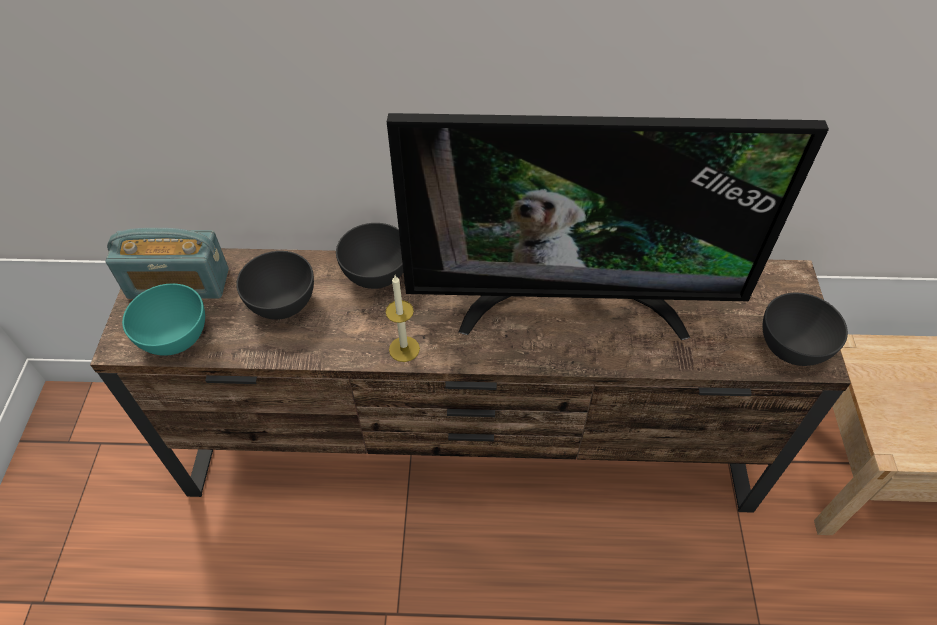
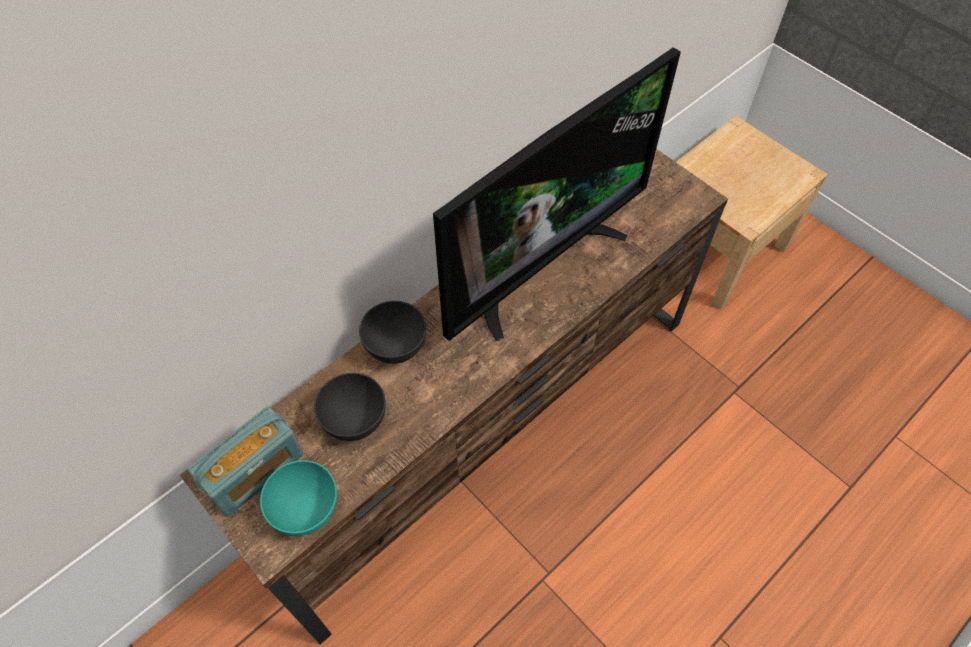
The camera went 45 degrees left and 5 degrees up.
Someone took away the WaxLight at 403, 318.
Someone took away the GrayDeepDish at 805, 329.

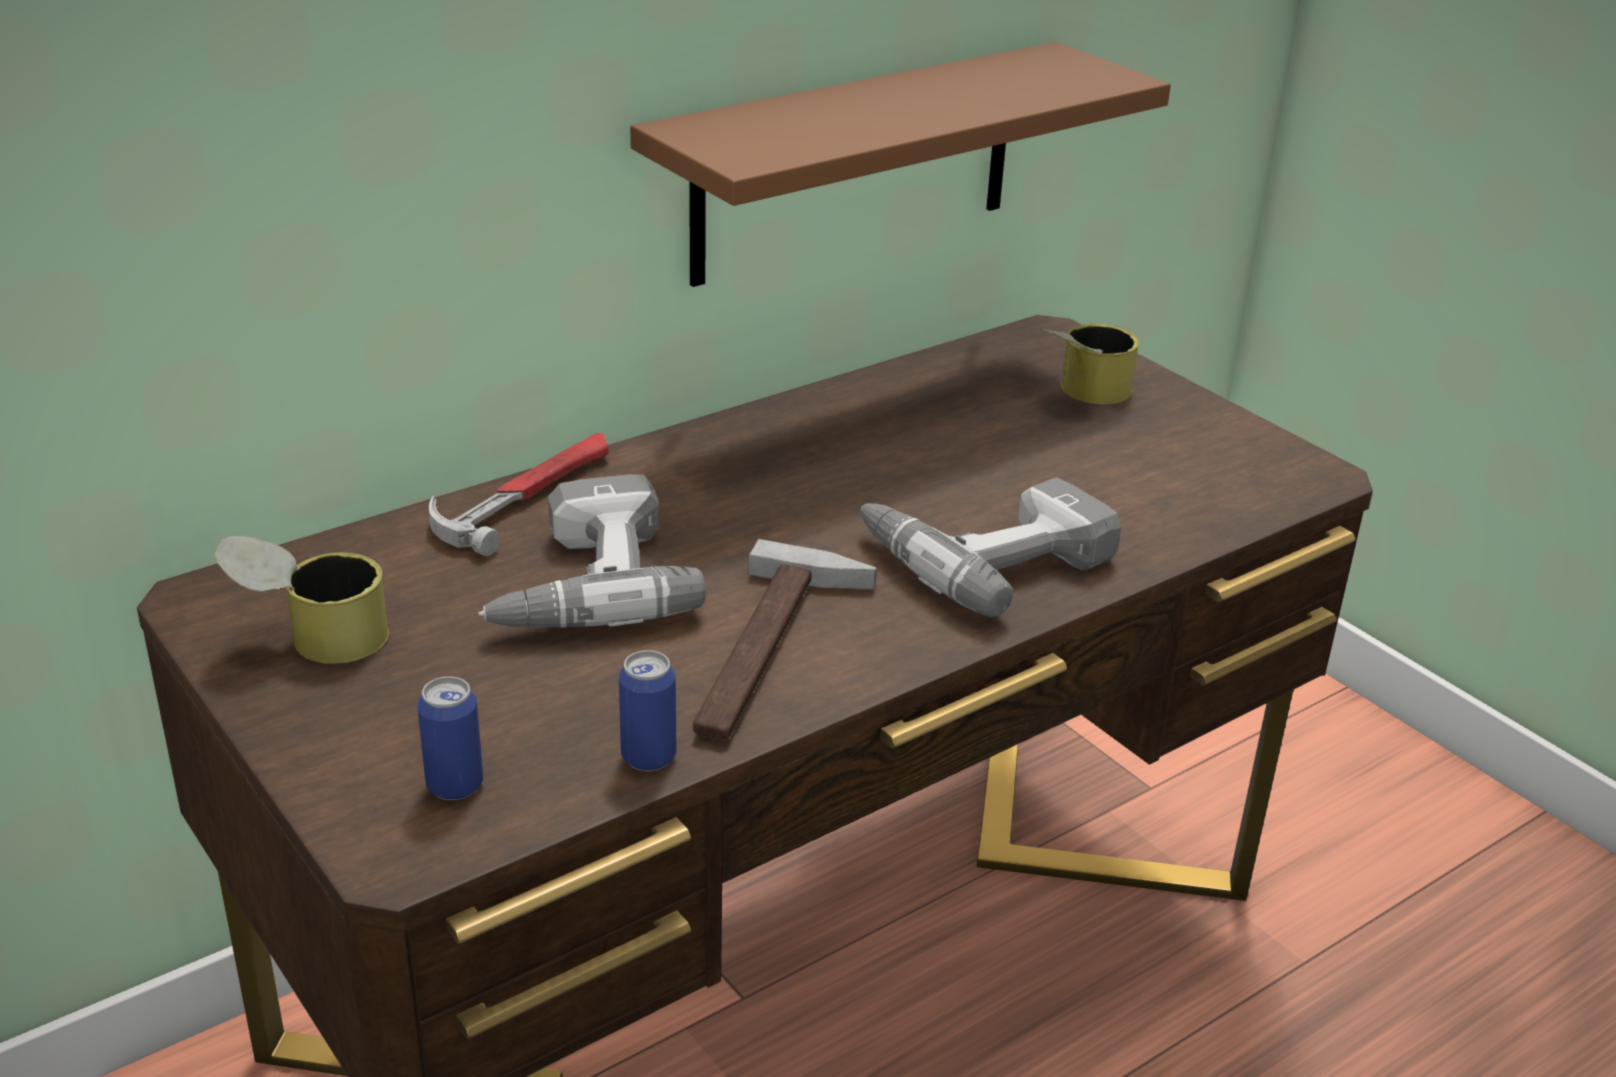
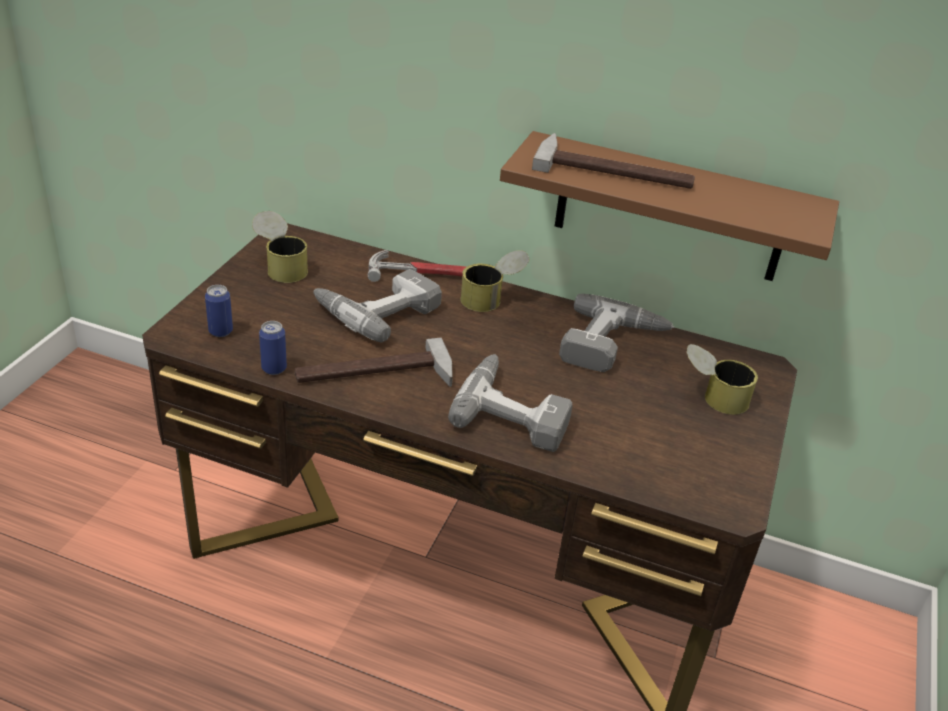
The camera went 55 degrees right and 5 degrees up.
Someone put down the Hammer at 613, 161.
Someone put down the MetalCan at 494, 281.
Someone put down the ElectricDrill at 616, 333.

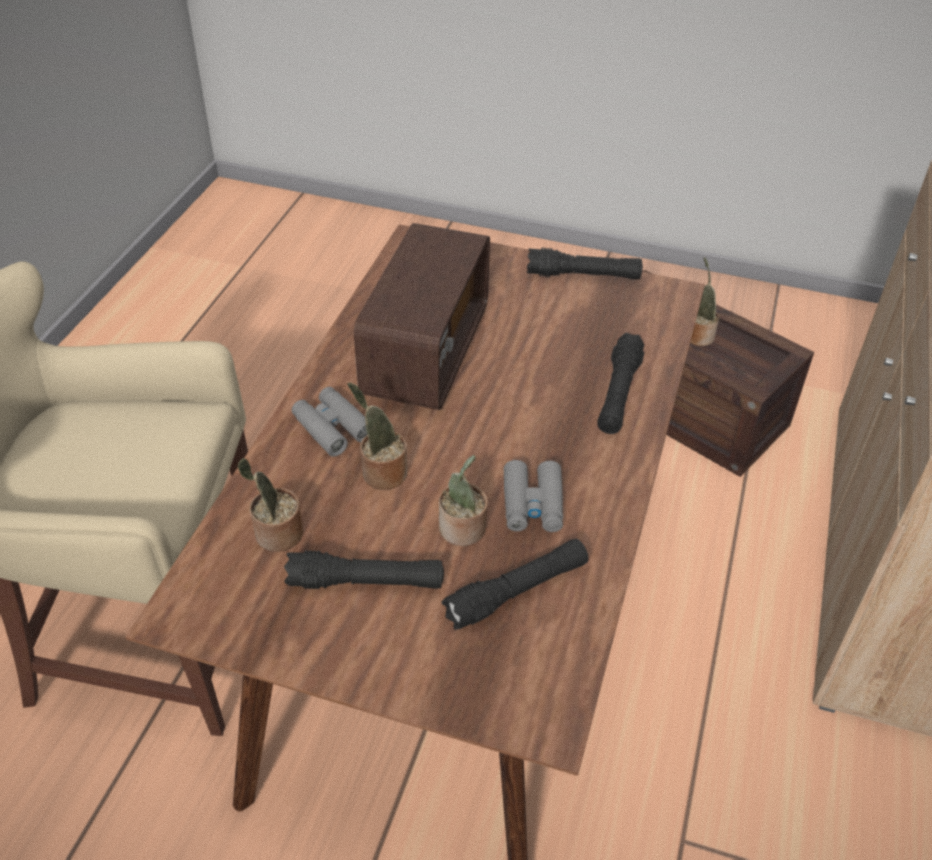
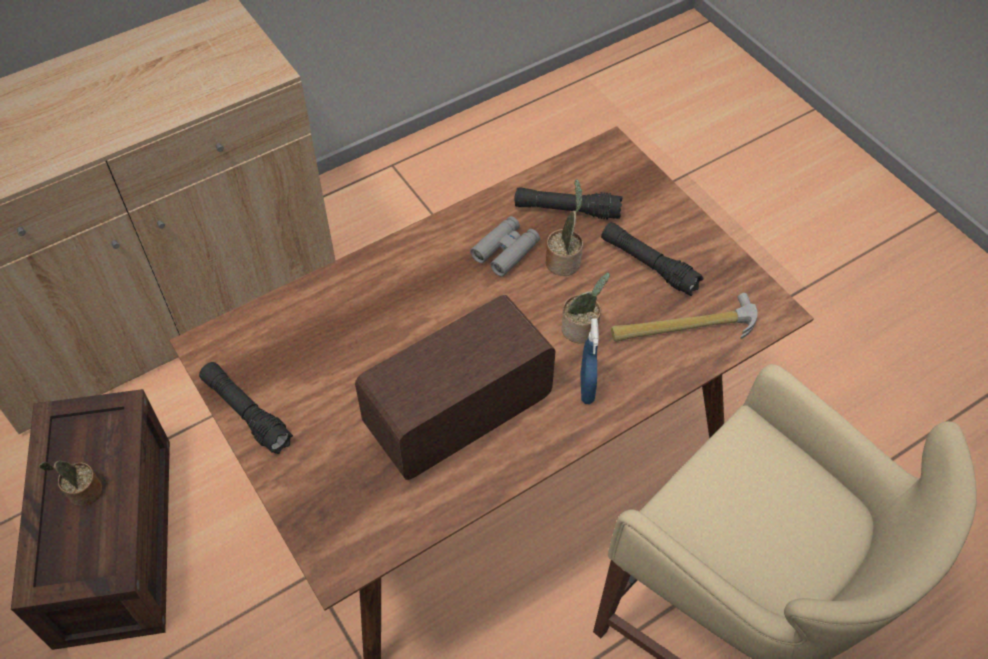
The camera went 140 degrees left and 10 degrees up.
Someone took away the BlackFlashlight at 620, 383.
Someone swapped the GrayPairOfBinoculars at 329, 422 for the BluishSprayBottle at 589, 361.
Someone swapped the Houseplant at 270, 505 for the Hammer at 684, 317.

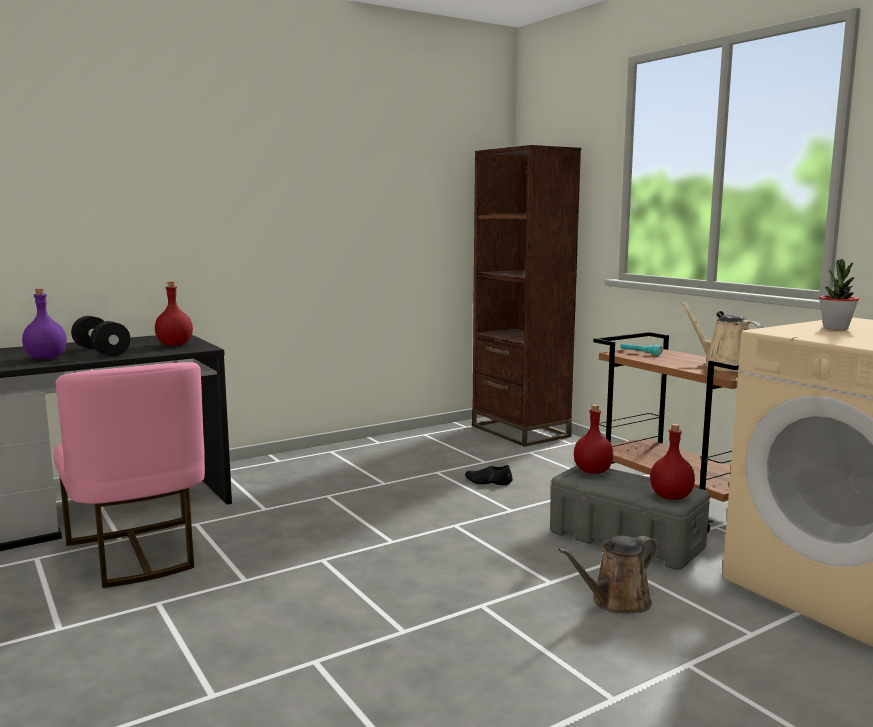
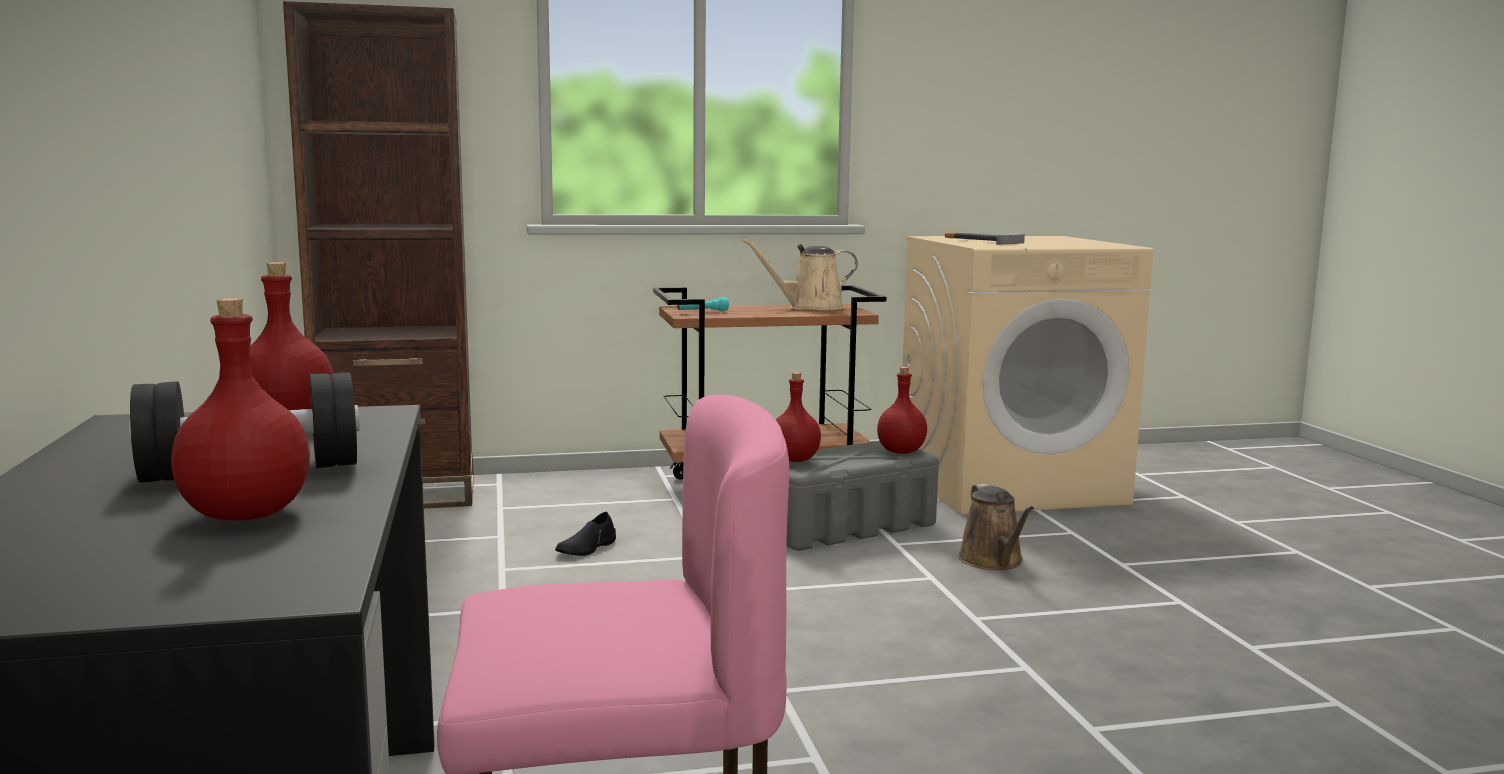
The camera went 70 degrees left and 0 degrees up.
Someone swapped the Houseplant at 839, 294 for the Hammer at 985, 238.
Someone repainted the PurplishBeverageBottle at 44, 324, which became the RedBeverageBottle at 240, 409.

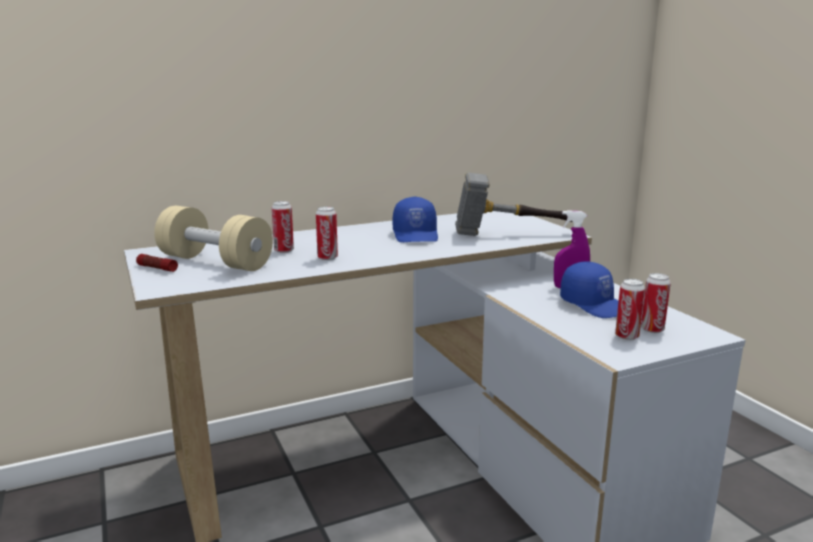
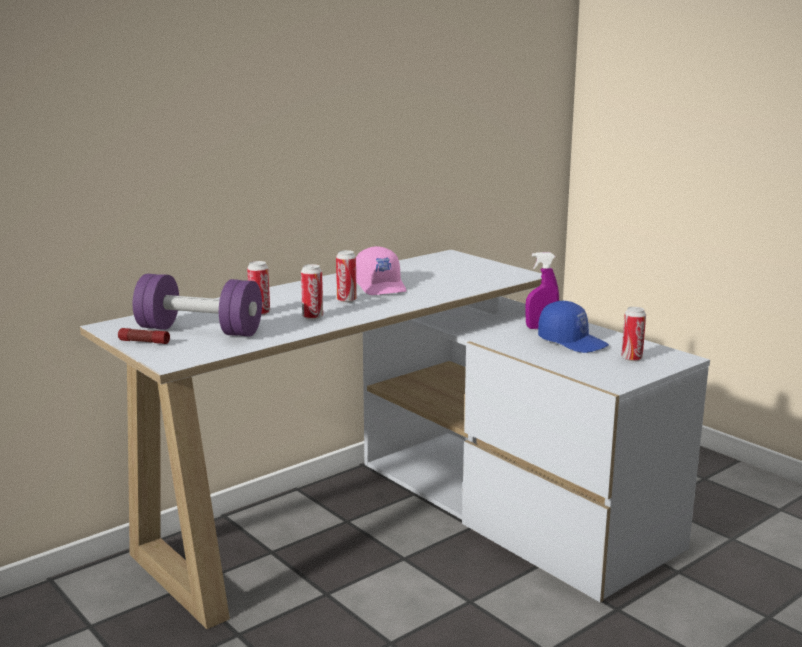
The camera went 15 degrees left and 0 degrees up.
Someone took away the Hammer at 514, 204.
Someone repainted the BluishCap at 415, 219, which became the PinkColouredCap at 381, 270.
Someone repainted the BeigeColouredFreeWeight at 213, 238, which became the PurplishFreeWeight at 197, 305.
Someone carried the MetalCan from 630, 309 to 346, 276.

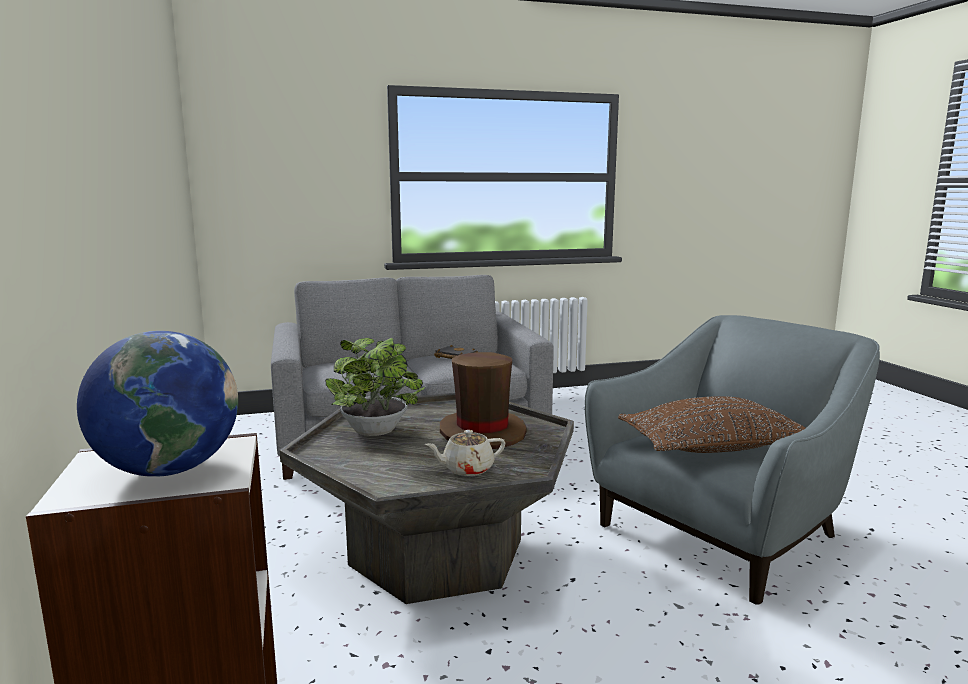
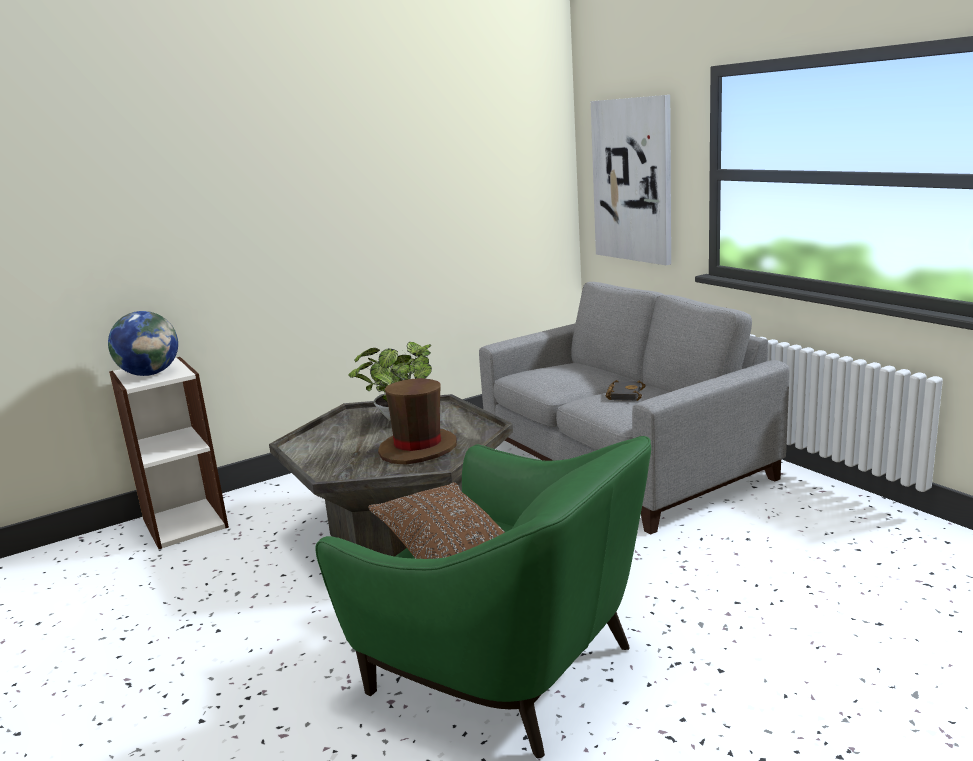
The camera went 75 degrees right and 5 degrees up.
Someone repainted the GrayEasyChair at 732, 460, which became the GreenishEasyChair at 483, 597.
Someone took away the BeigeColouredTeapot at 465, 453.
Someone put up the WallArt at 631, 180.

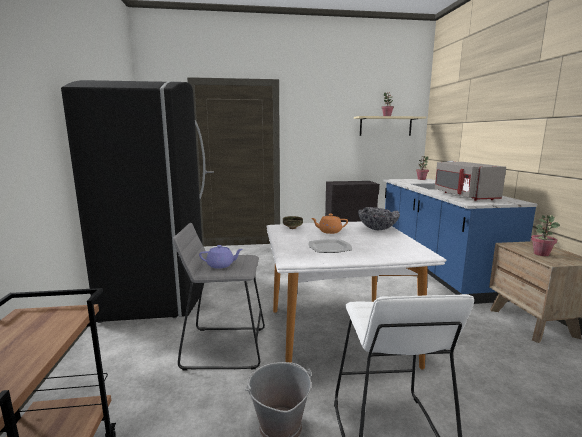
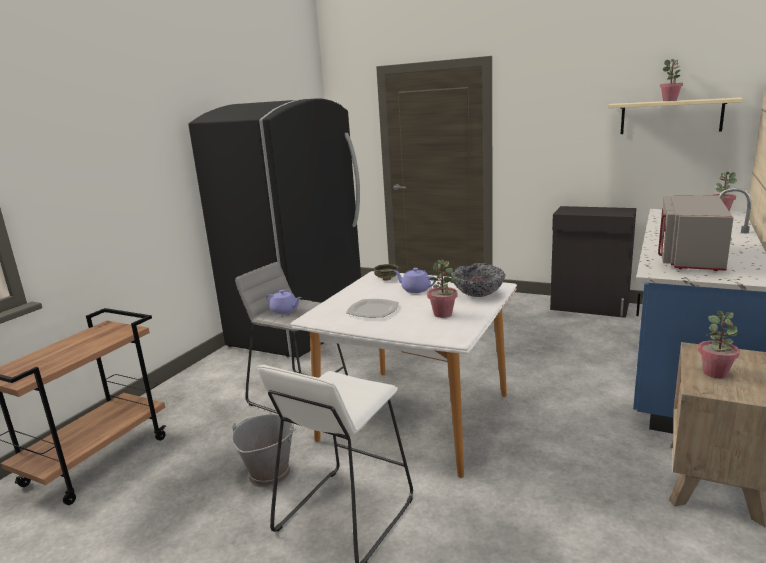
The camera went 35 degrees right and 5 degrees up.
Someone repainted the OrangeColouredTeapot at 329, 224, which became the PurplishTeapot at 414, 280.
Someone put down the Houseplant at 442, 289.

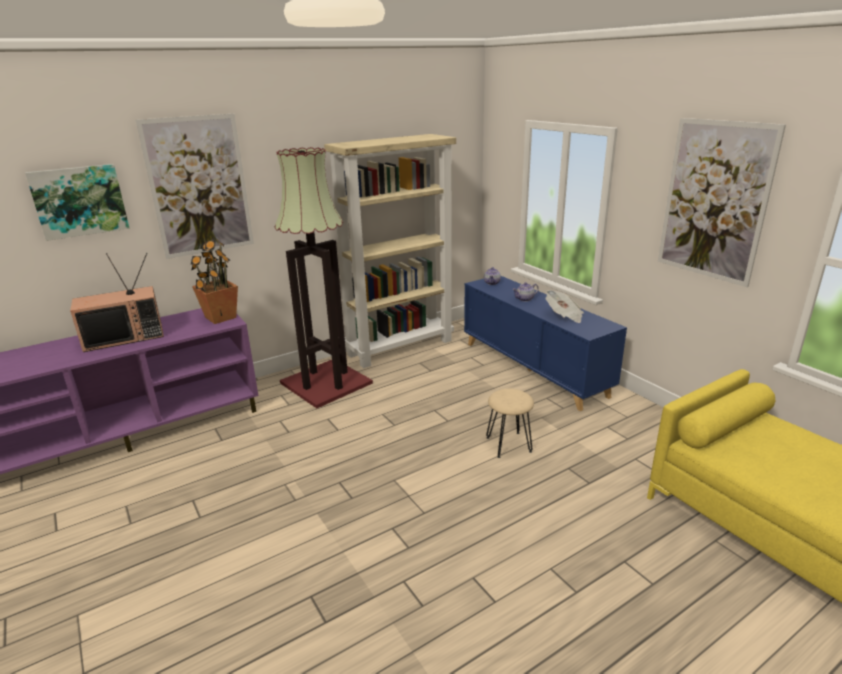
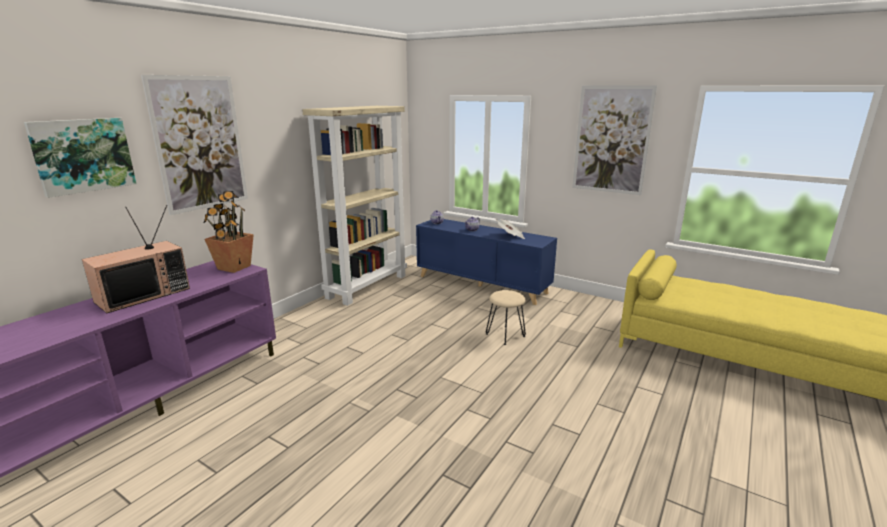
The camera went 25 degrees left and 5 degrees down.
Someone took away the StandardLamp at 324, 277.

